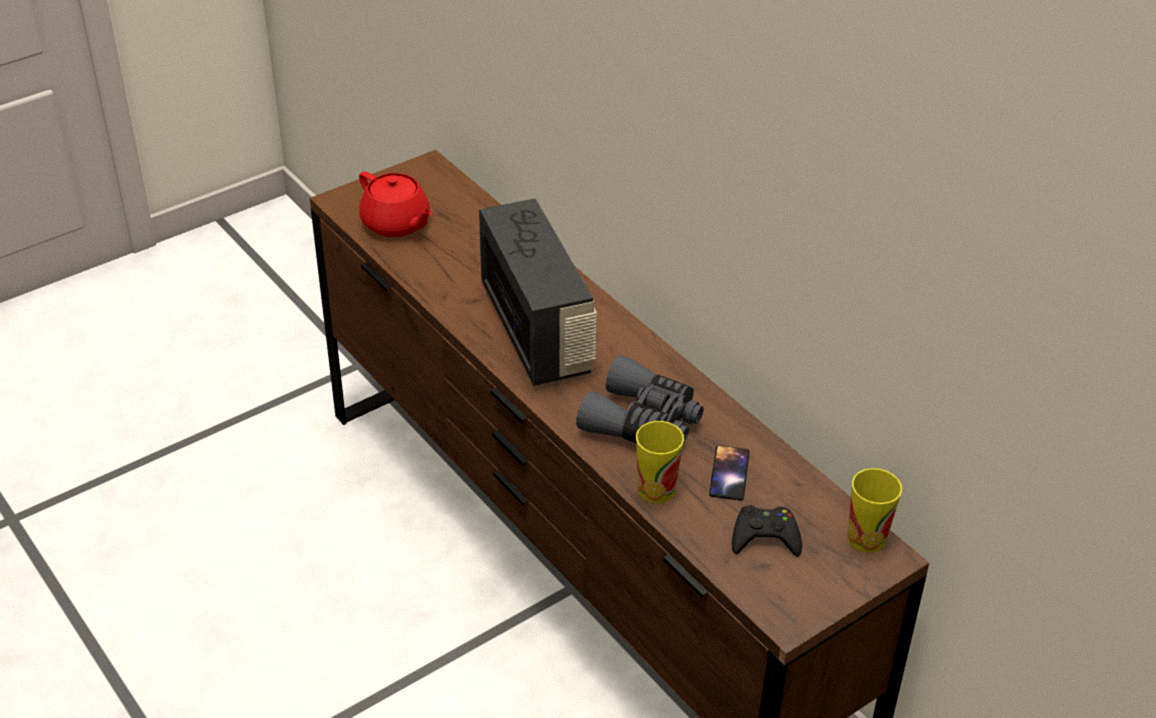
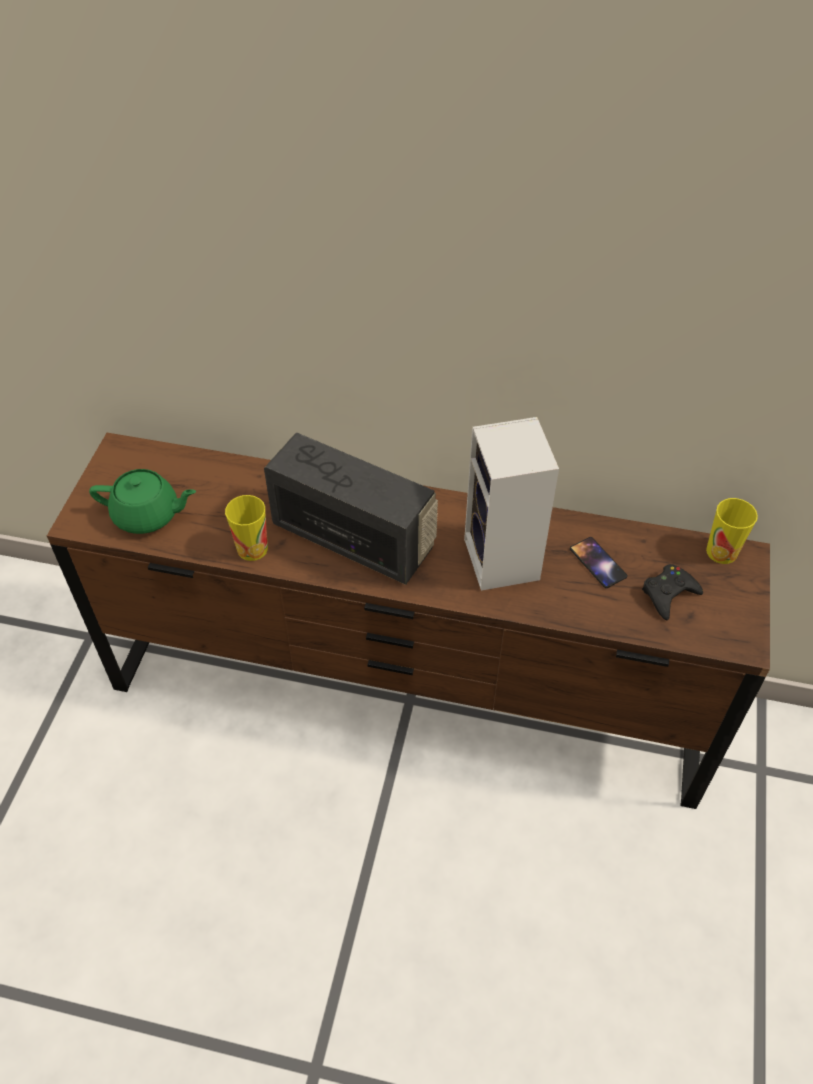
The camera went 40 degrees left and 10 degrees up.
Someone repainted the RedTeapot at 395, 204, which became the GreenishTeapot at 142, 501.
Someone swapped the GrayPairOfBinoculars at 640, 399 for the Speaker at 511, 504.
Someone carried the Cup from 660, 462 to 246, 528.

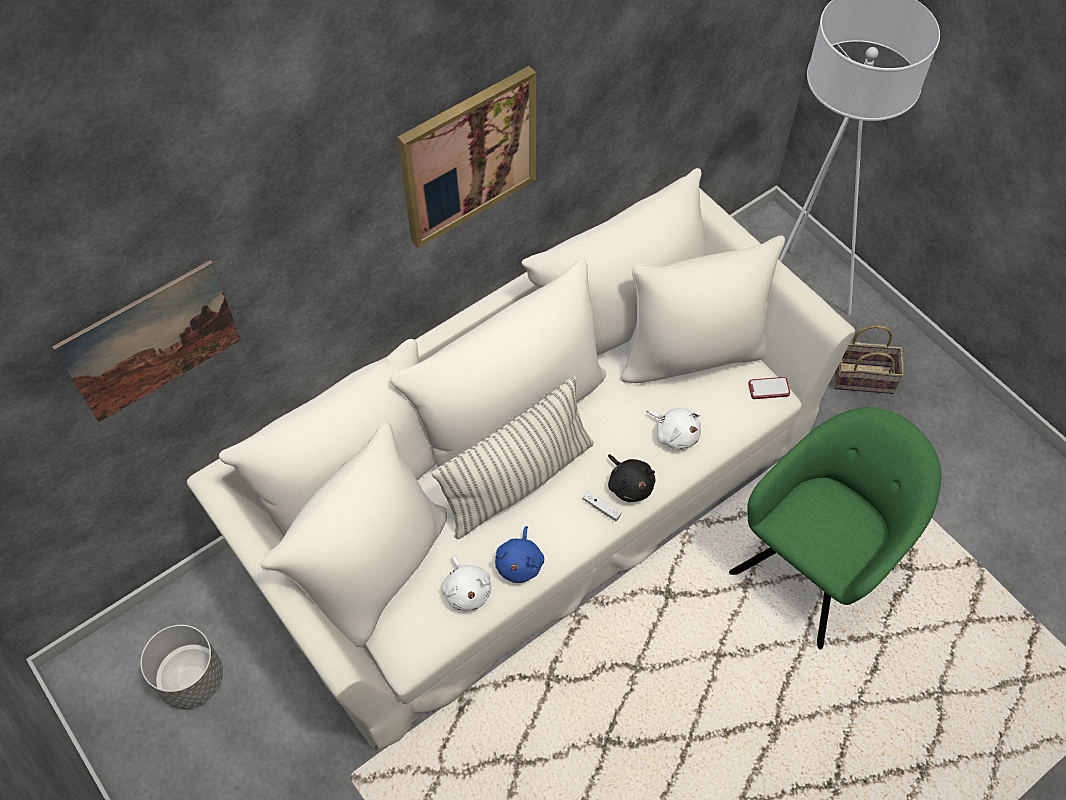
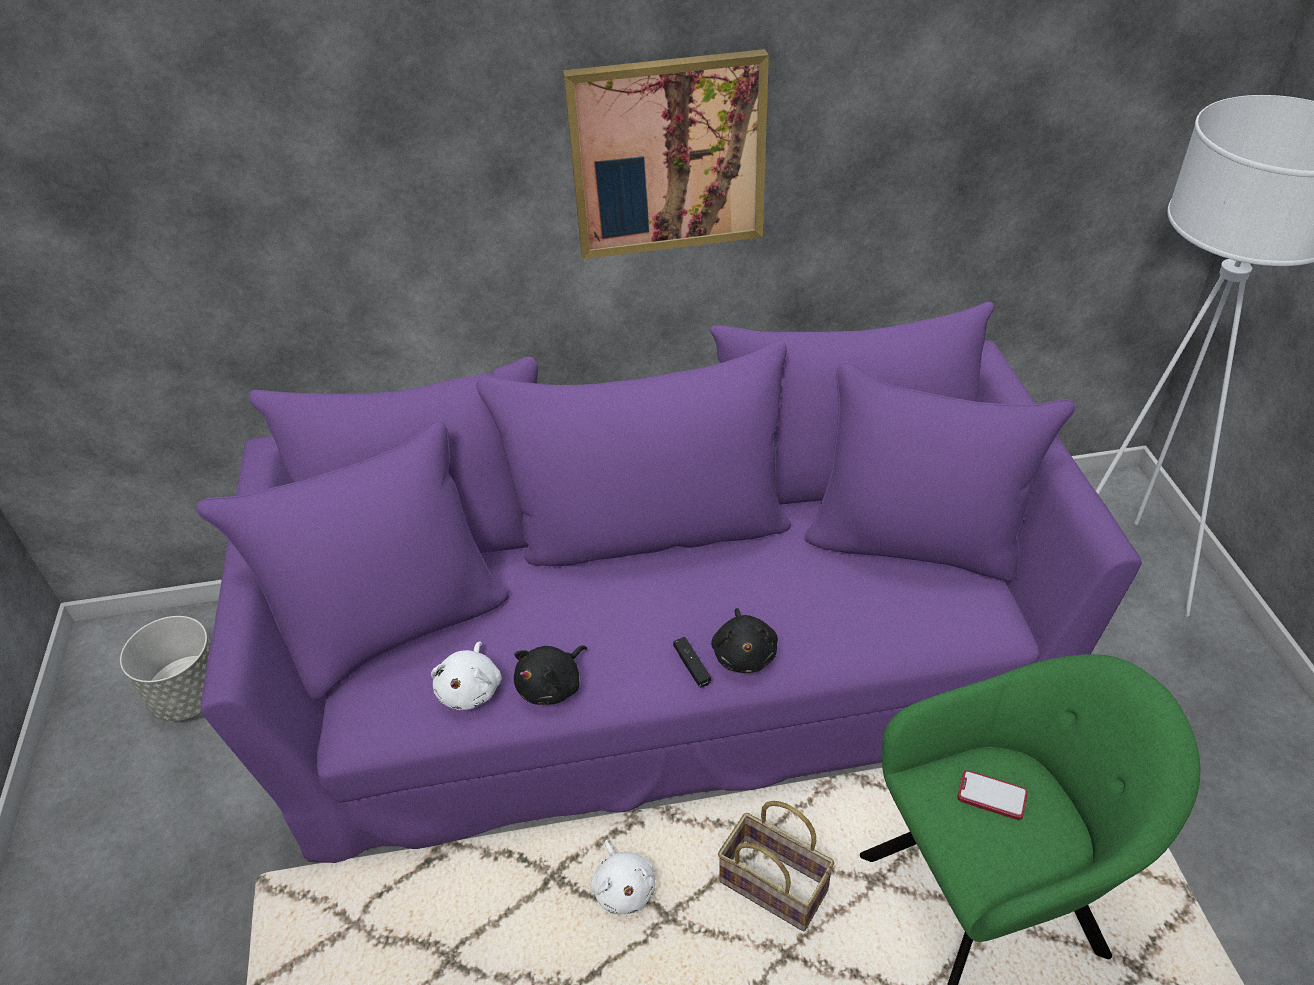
The camera went 30 degrees right and 15 degrees down.
Someone repainted the BeigeColouredCouch at 520, 459, which became the PurplishCouch at 669, 582.
Someone took away the WallArt at 146, 341.
Someone carried the Basket from 869, 359 to 776, 866.
Someone took away the Pillow at 513, 457.
Someone carried the Telephone from 769, 388 to 992, 795.
Someone carried the WhitishCuddlyToy from 674, 429 to 622, 877.
Someone repainted the WhitishGameController at 601, 506, which became the BlackGameController at 692, 662.
Someone repainted the BluishCuddlyToy at 519, 554, which became the BlackCuddlyToy at 550, 675.

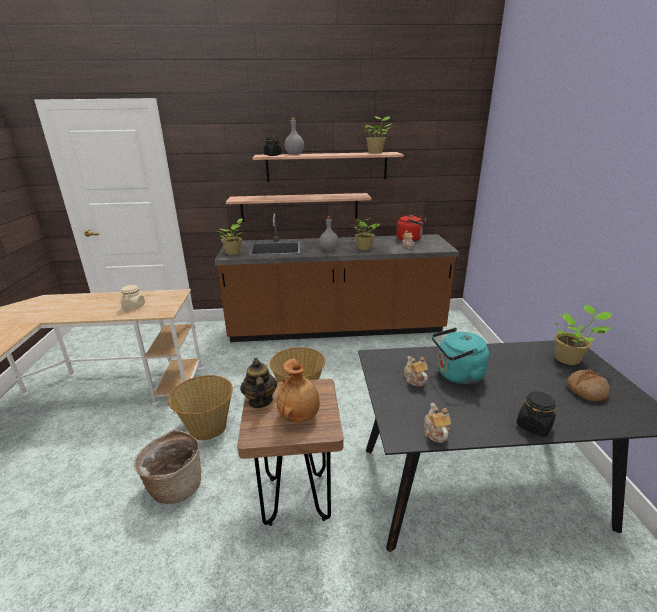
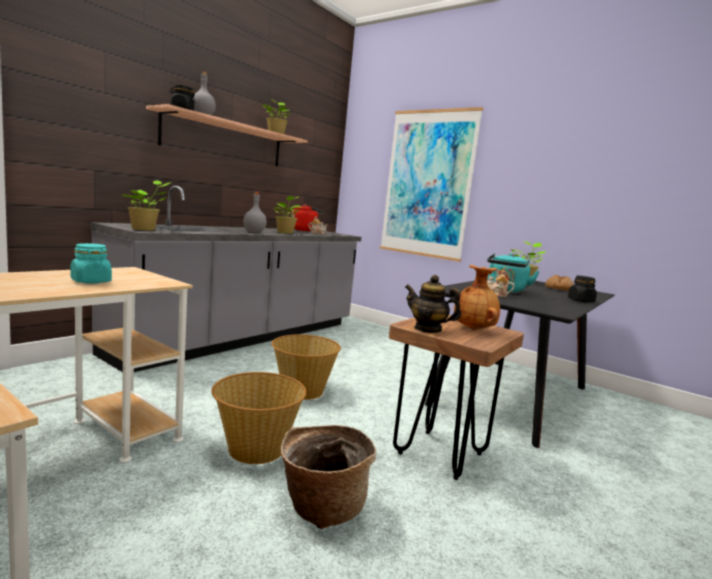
The camera went 50 degrees left and 15 degrees down.
Someone took away the BracketShelf at 299, 207.
Someone repainted the BrownCounter at 337, 277, which became the GrayCounter at 226, 278.
Someone repainted the BeigeColouredPreserveJar at 133, 297, which became the TurquoisePreserveJar at 91, 263.
Someone took away the Teapot at 437, 422.
Someone put up the WallArt at 431, 184.

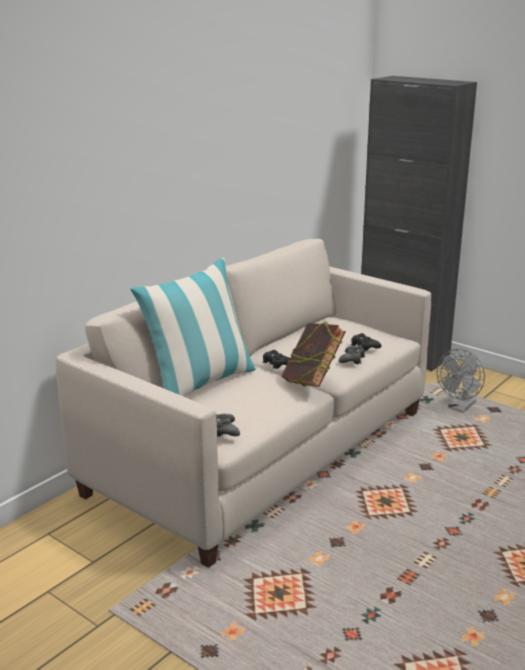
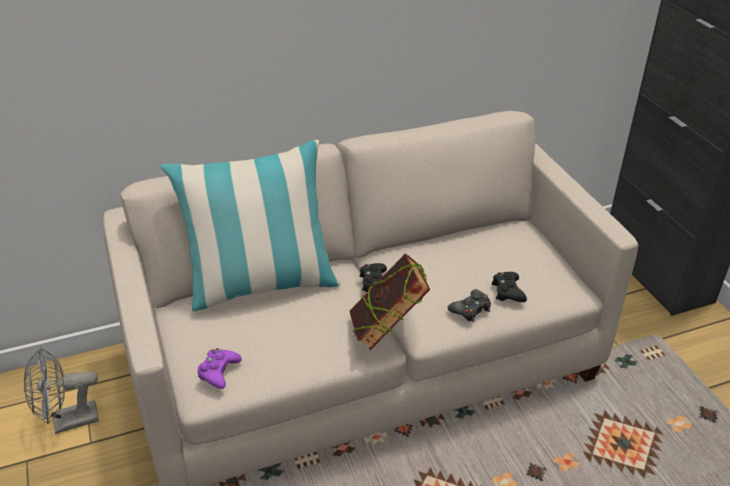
The camera went 30 degrees right and 15 degrees up.
Someone carried the GrayElectricFan from 461, 381 to 61, 390.
Someone repainted the BlackGameController at 228, 425, which became the PurplishGameController at 220, 368.

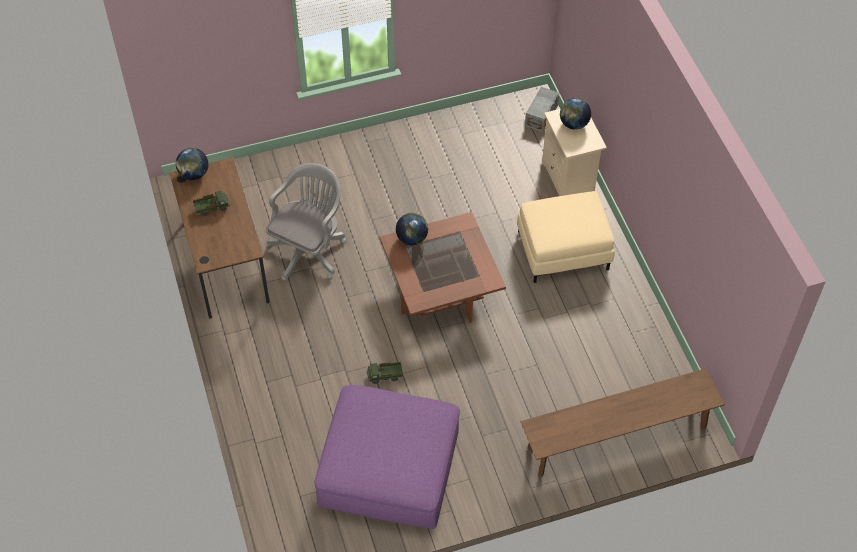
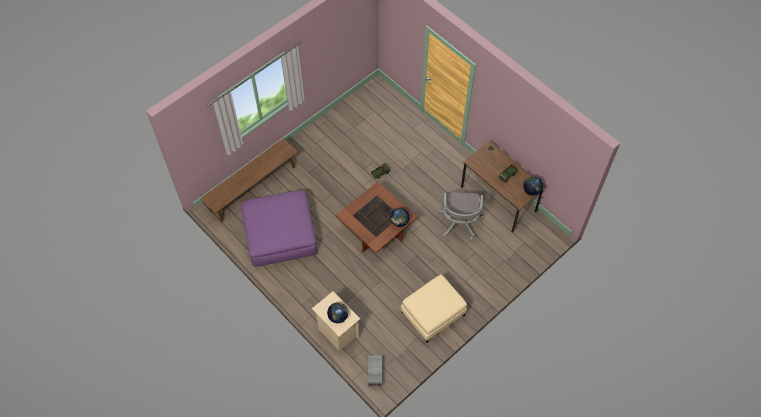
The camera went 155 degrees right and 5 degrees up.
Someone carried the BeigeColouredPouffe from 566, 237 to 434, 309.
Someone carried the PurplishPouffe from 387, 457 to 279, 228.

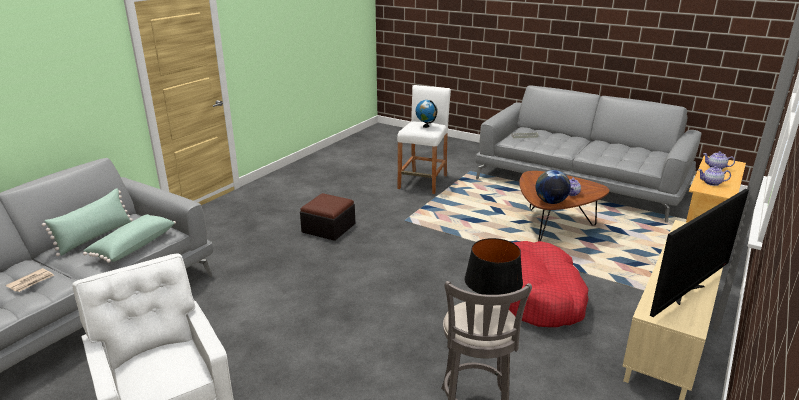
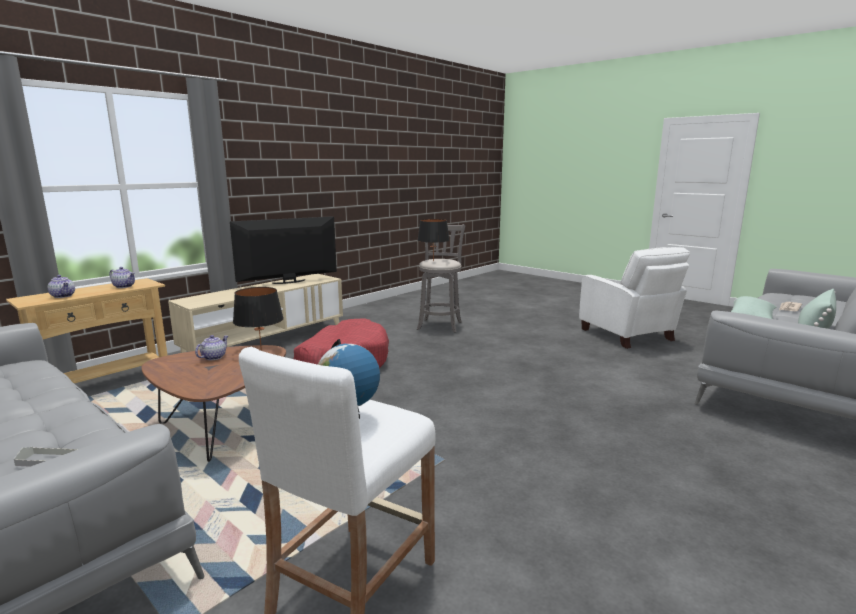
The camera went 170 degrees left and 10 degrees down.
Someone swapped the WorldGlobe at 553, 187 for the BlackTableLamp at 258, 318.
Someone took away the Pouffe at 327, 217.

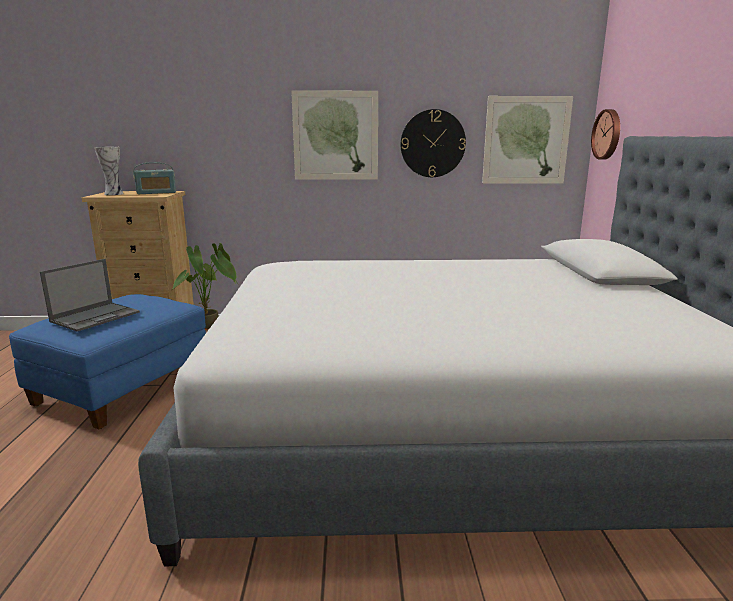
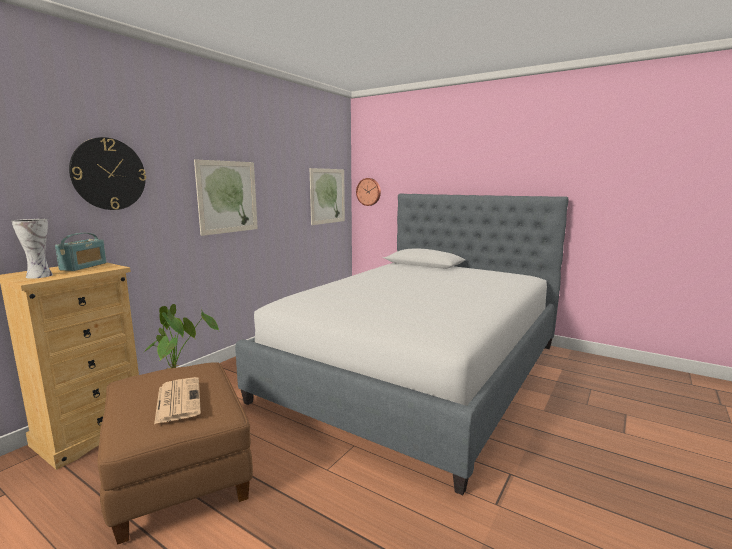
The camera went 55 degrees left and 5 degrees down.
Someone carried the HangingClock from 433, 143 to 107, 173.
Someone swapped the Laptop at 90, 295 for the PrintedPaper at 177, 400.
Someone repainted the BluishPouffe at 107, 361, which became the BrownPouffe at 175, 453.

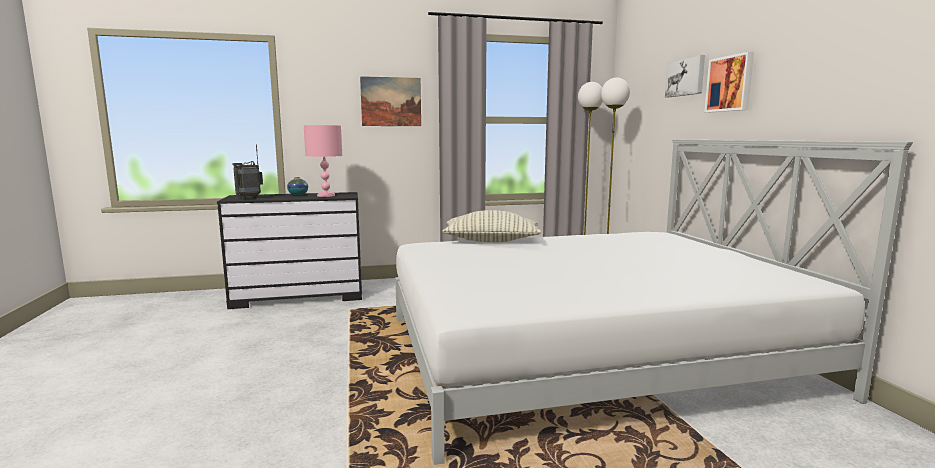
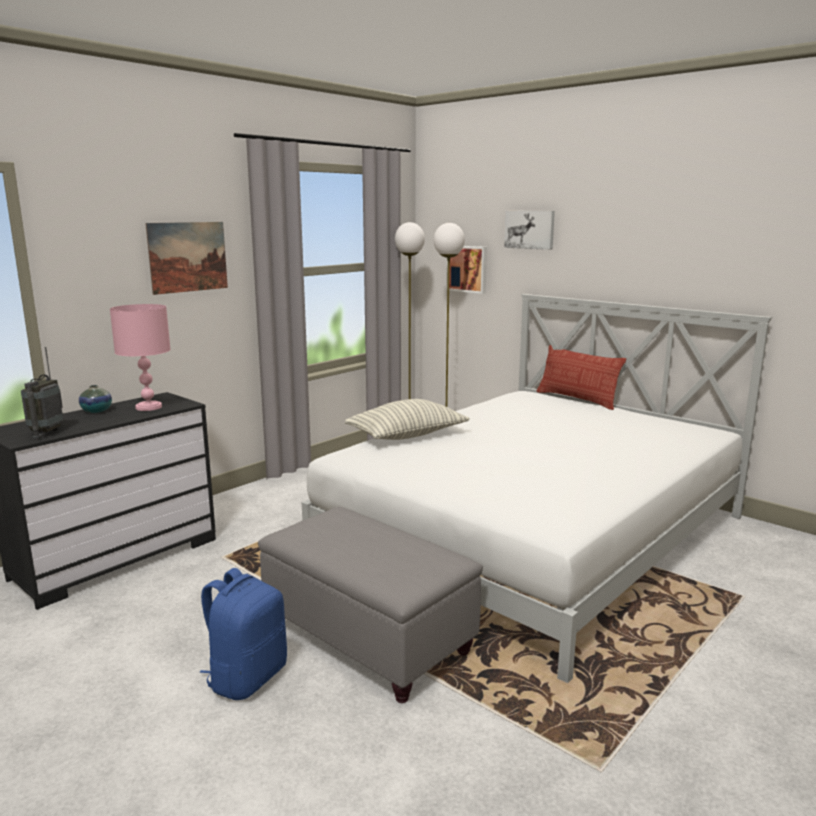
The camera went 35 degrees left and 5 degrees up.
Someone carried the WallArt from 729, 82 to 466, 270.
Someone put down the Pillow at 581, 377.
Someone put down the GrayPouffe at 370, 605.
Someone put down the BluishBackpack at 243, 634.

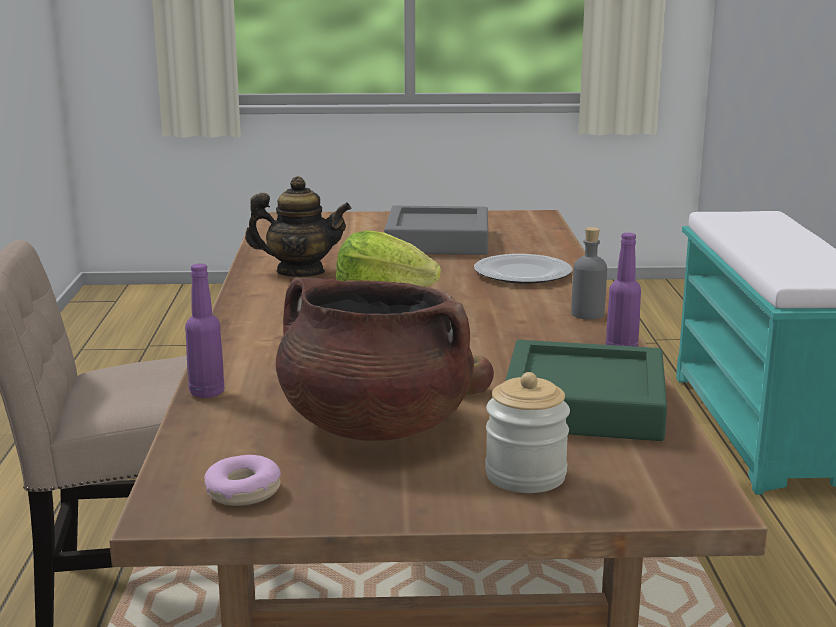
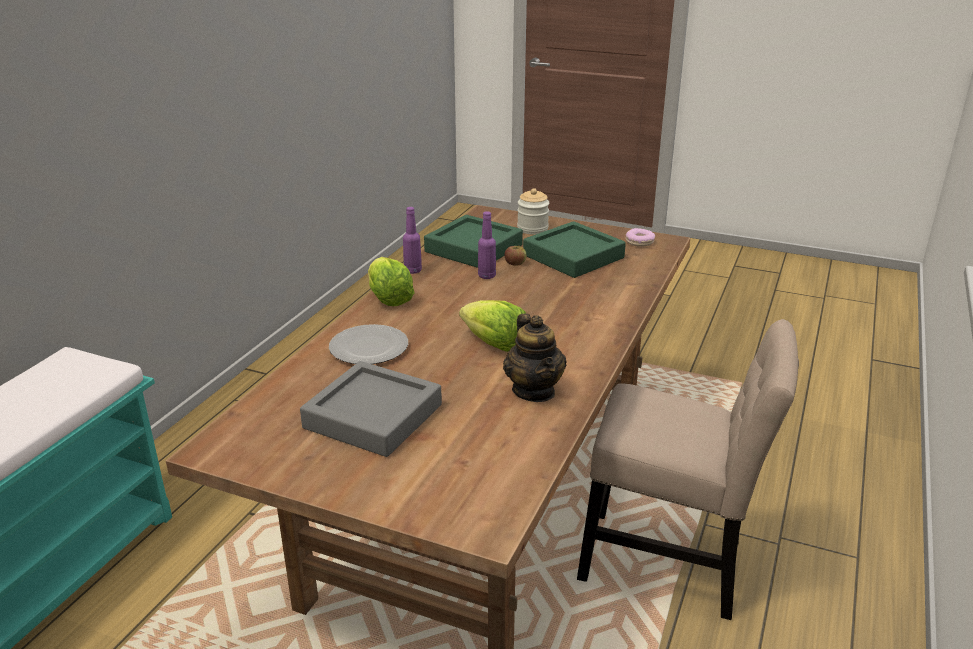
The camera went 155 degrees left and 10 degrees up.
Someone rotated the Teapot at 298, 226 by 135 degrees counterclockwise.
Someone swapped the GrayBeverageBottle at 589, 273 for the LettuceHead at 391, 281.
Someone carried the PurplishBeverageBottle from 205, 331 to 487, 245.
Someone swapped the BrownSaucepot at 375, 359 for the GreenishCarryingTray at 574, 249.

